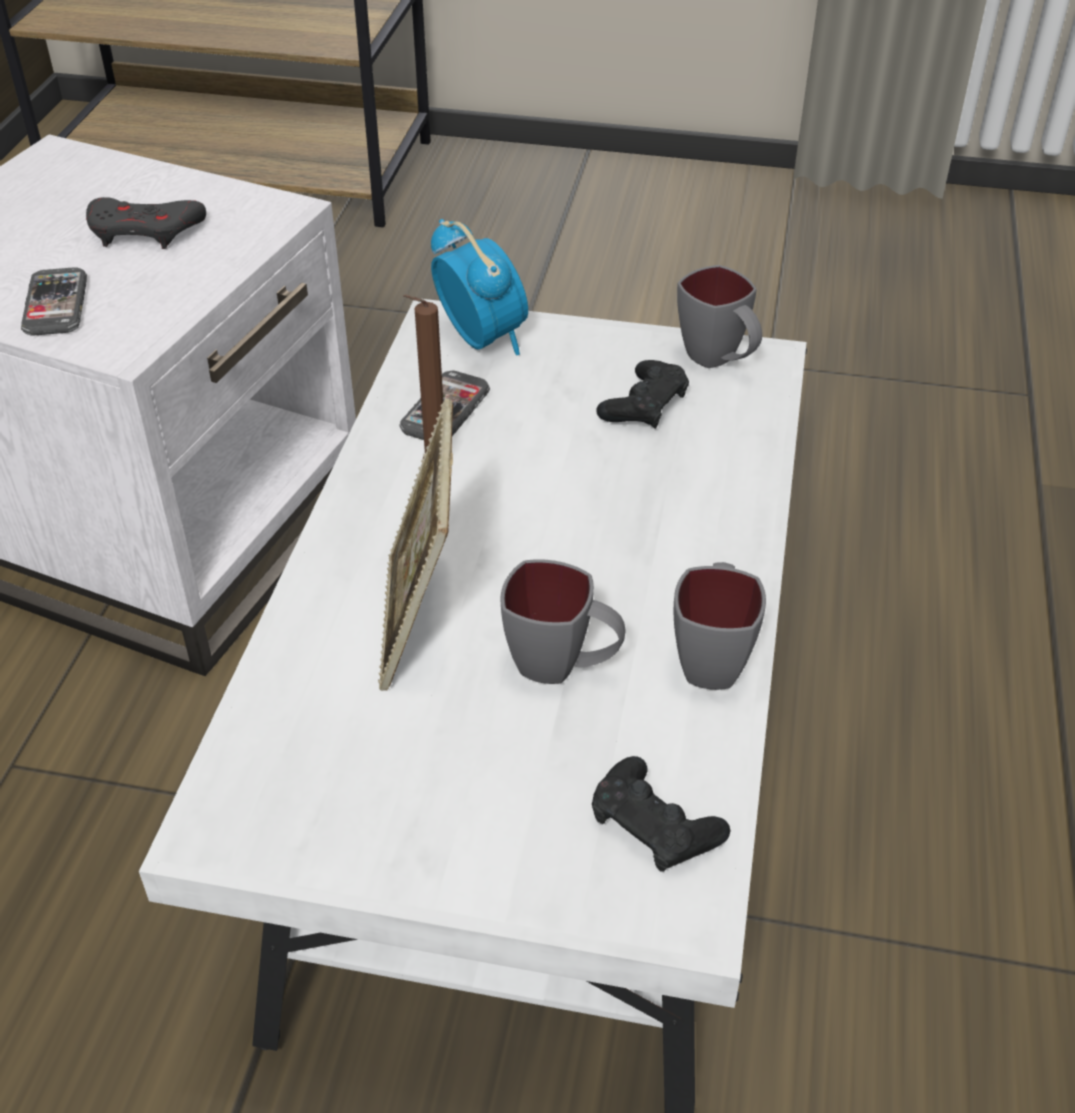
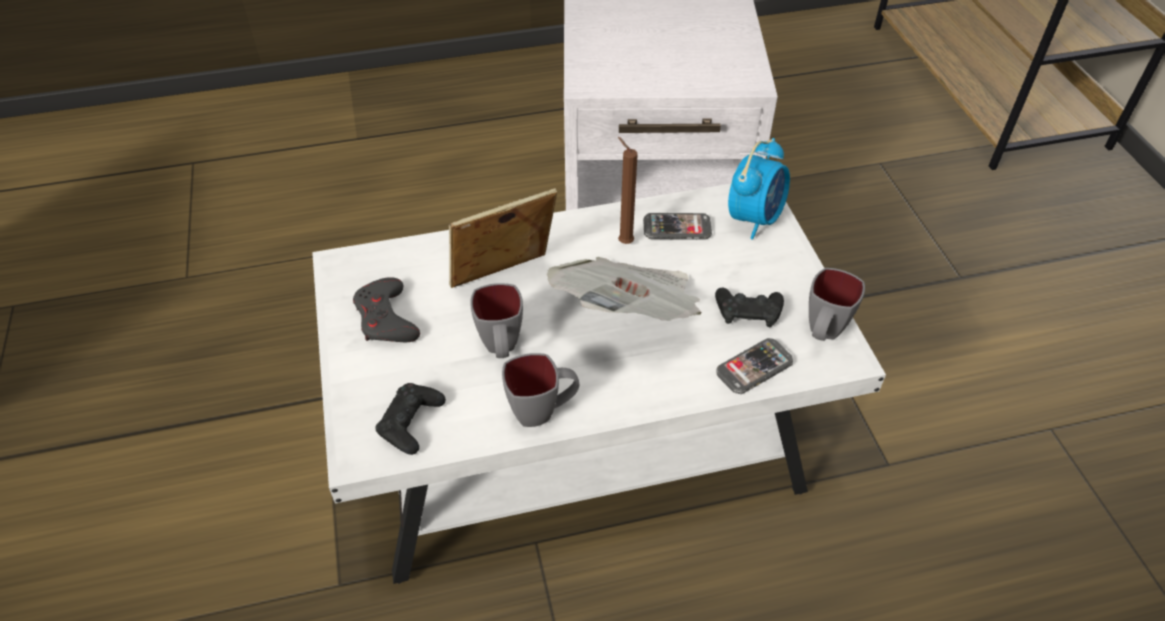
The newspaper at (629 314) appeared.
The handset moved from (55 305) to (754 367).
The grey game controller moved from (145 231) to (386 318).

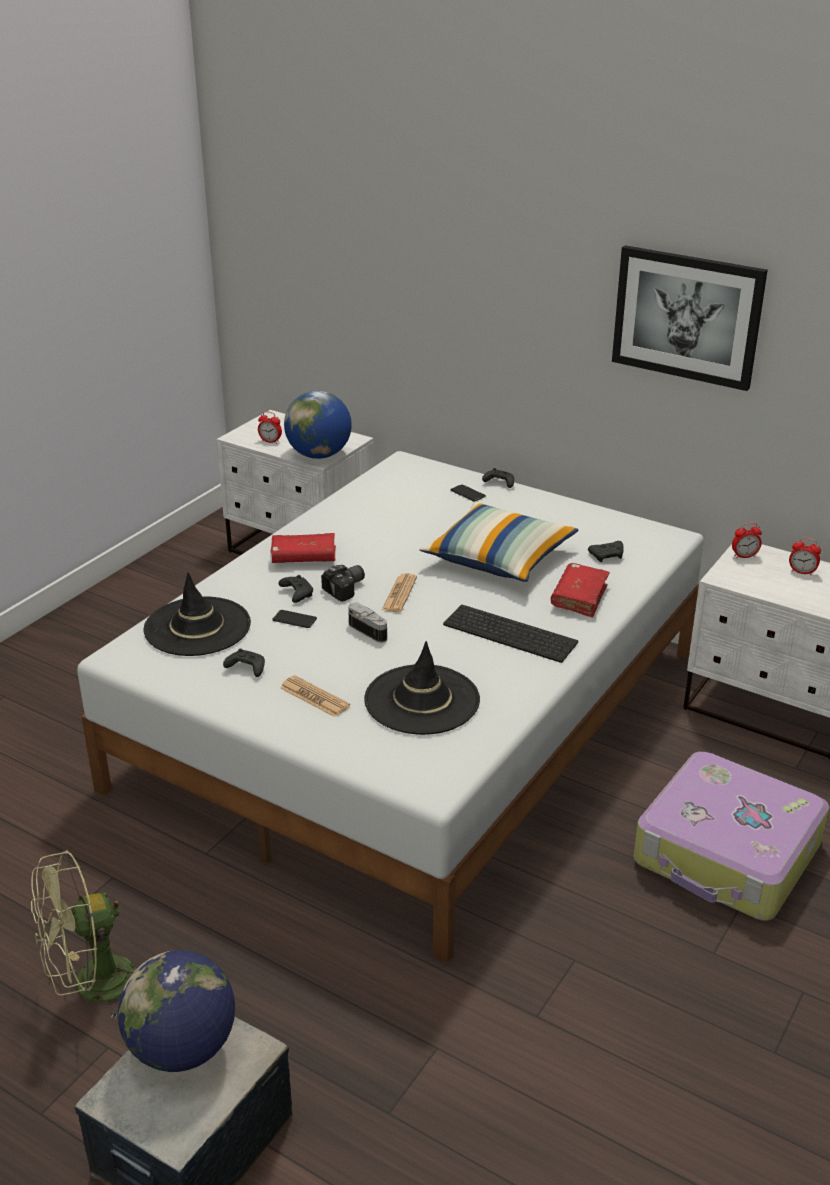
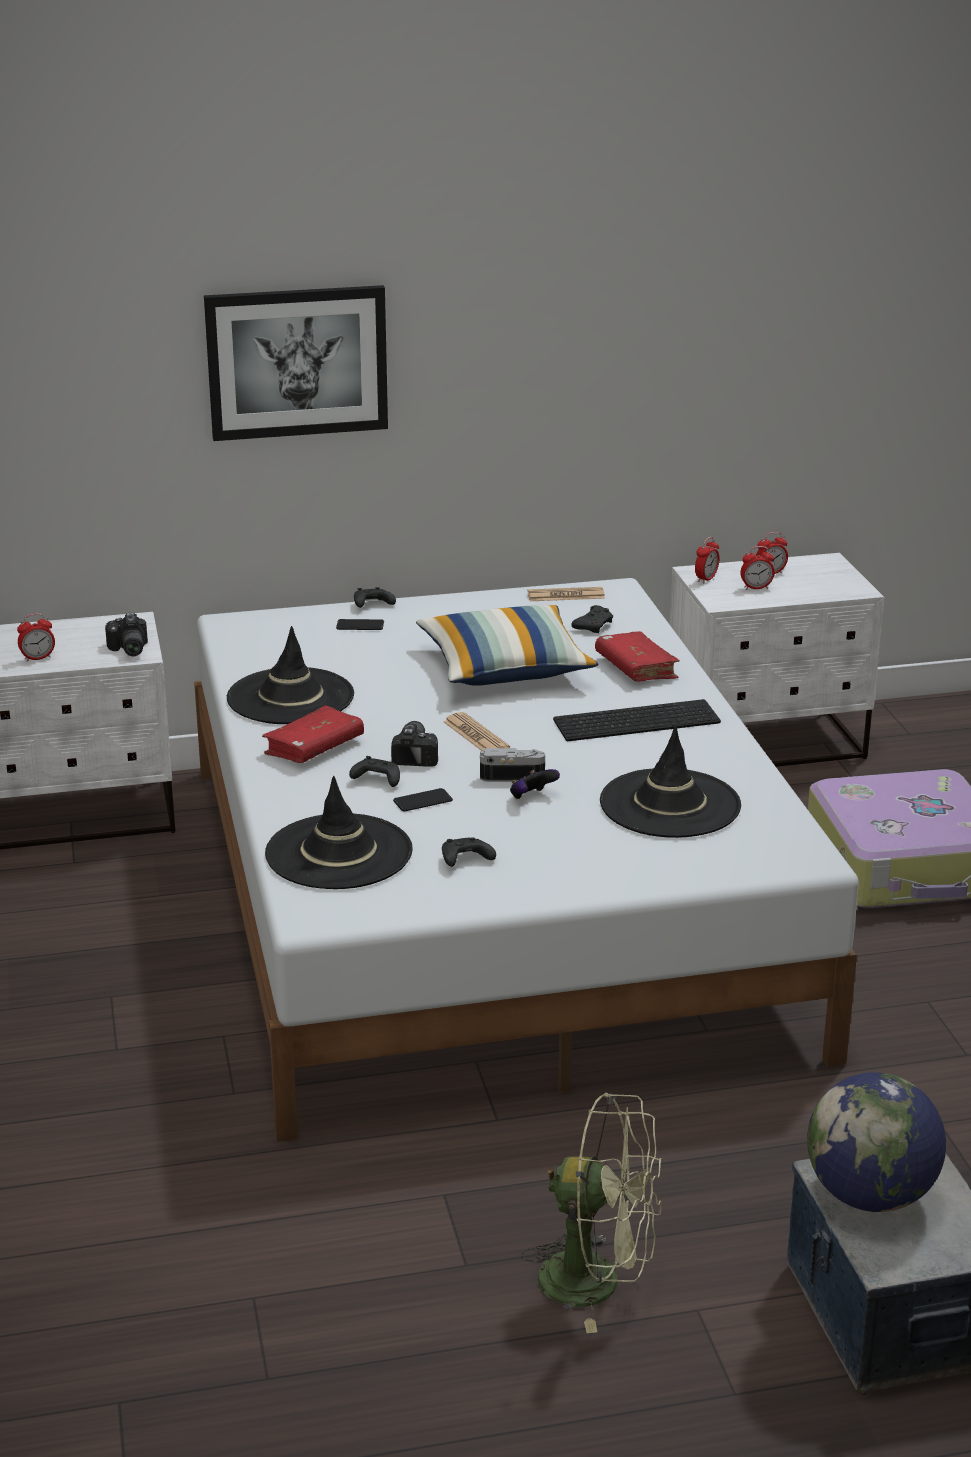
The blackish clothing hat at (290 697) appeared.
The game controller at (532 797) appeared.
The bedside clock at (756 588) appeared.
The newspaper moved from (314 697) to (565 595).
The wall picture moved from (687 316) to (297 362).
The desk globe at (319 455) was replaced by the photo camera at (127 649).
The greenish cooling fan at (92 988) turned 90 degrees counterclockwise.

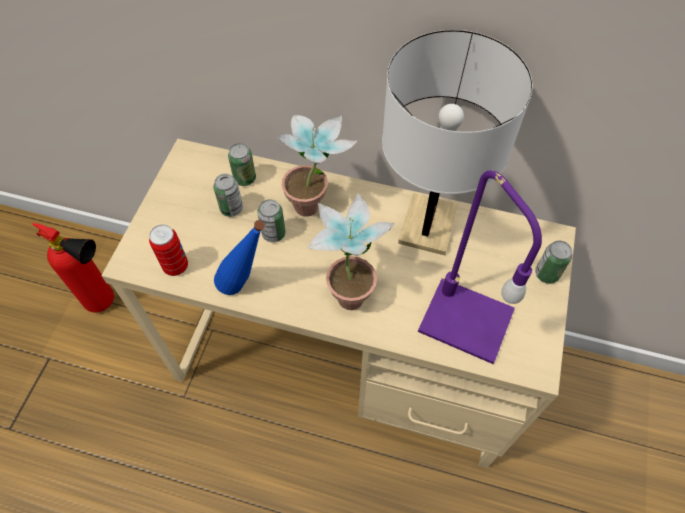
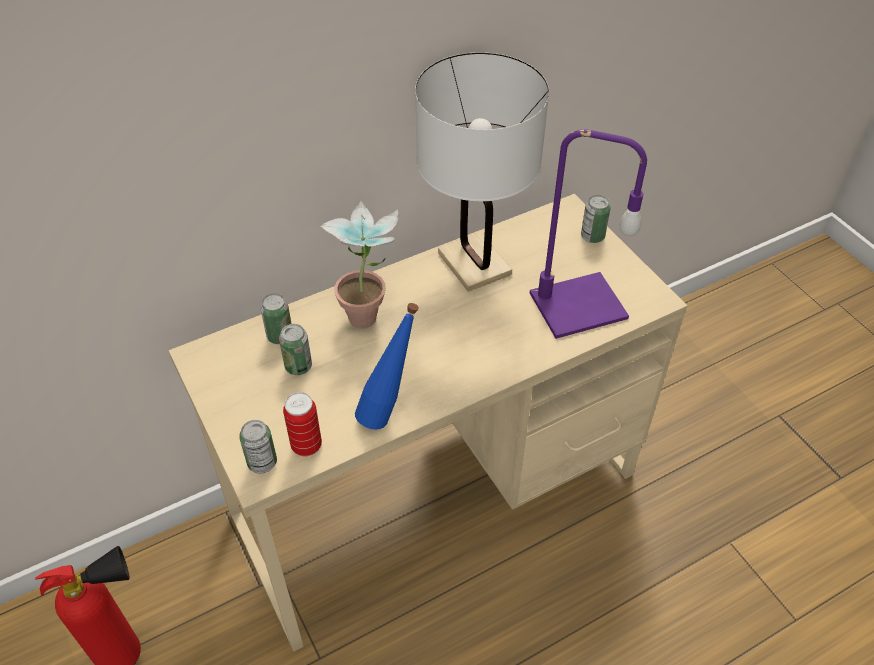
The houseplant at (349 289) disappeared.
The metal can moved from (273 234) to (262 462).

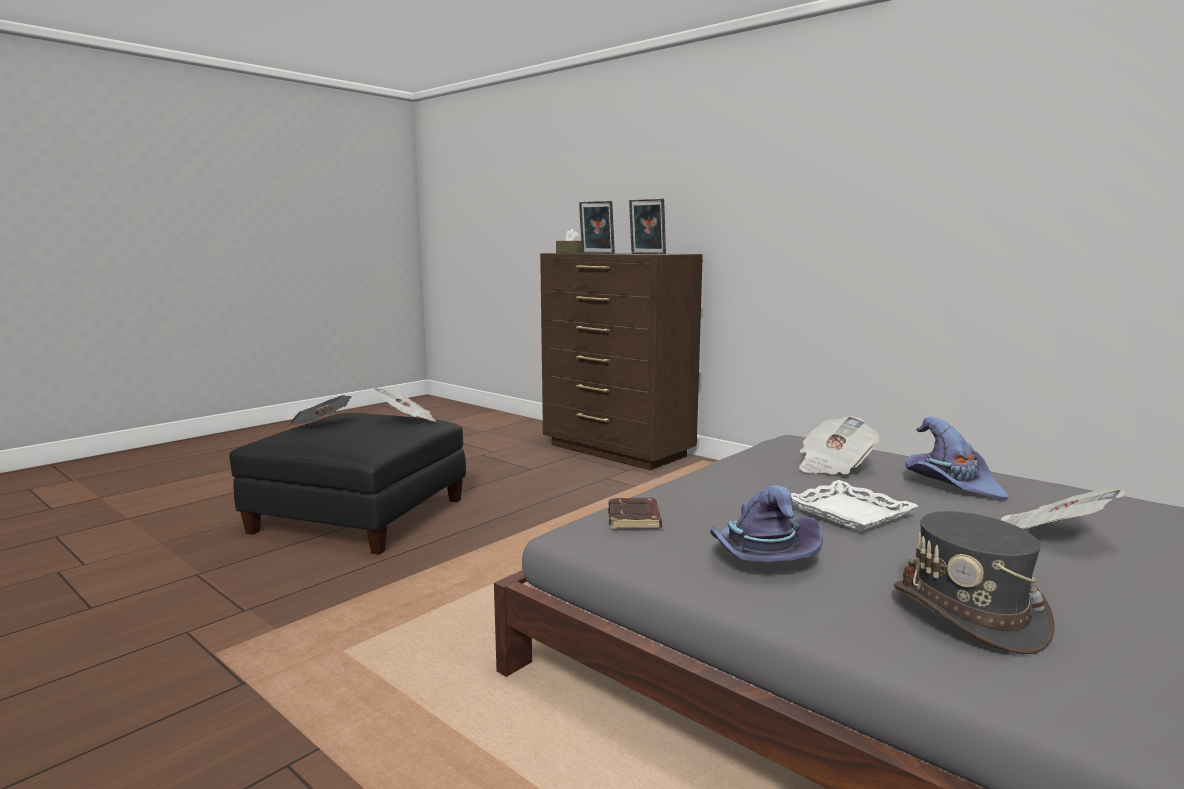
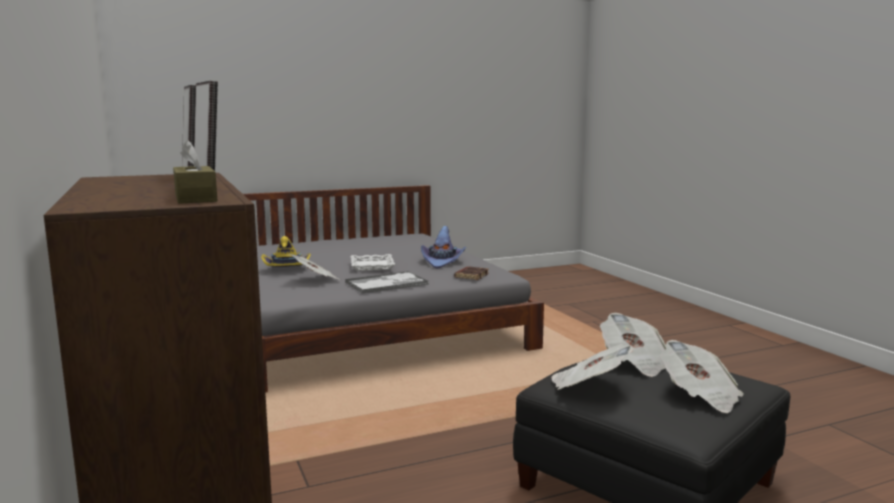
The grey clothing hat at (969 614) disappeared.
The carrying tray at (387 283) appeared.
The newspaper moved from (1052 535) to (635 363).
The purplish clothing hat at (951 485) became the yellowish clothing hat at (286 269).

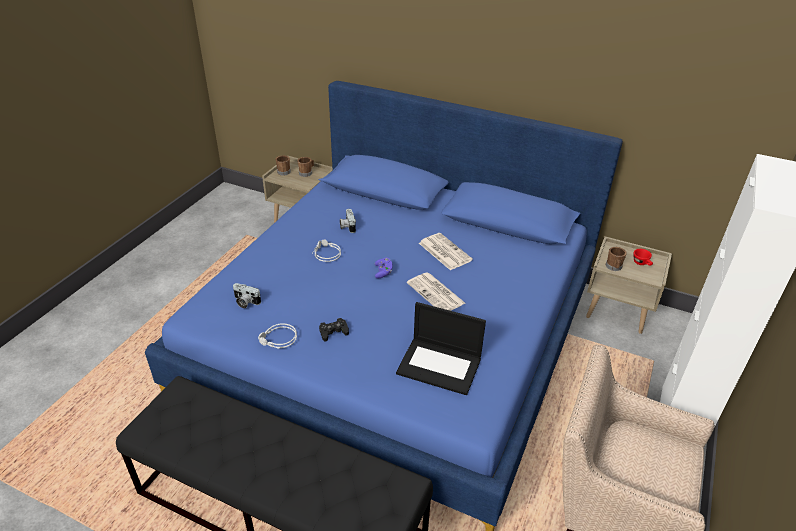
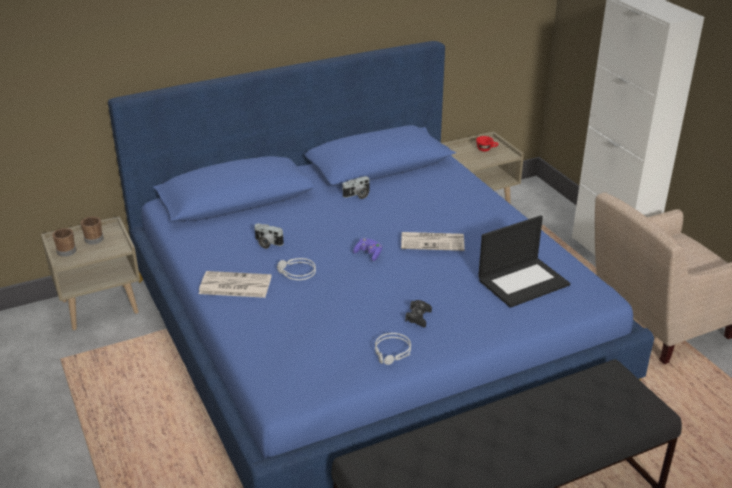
The brown-coloured tea mug at (613 267) disappeared.
The photo camera moved from (245 302) to (357 195).
The newspaper moved from (444 251) to (234 285).

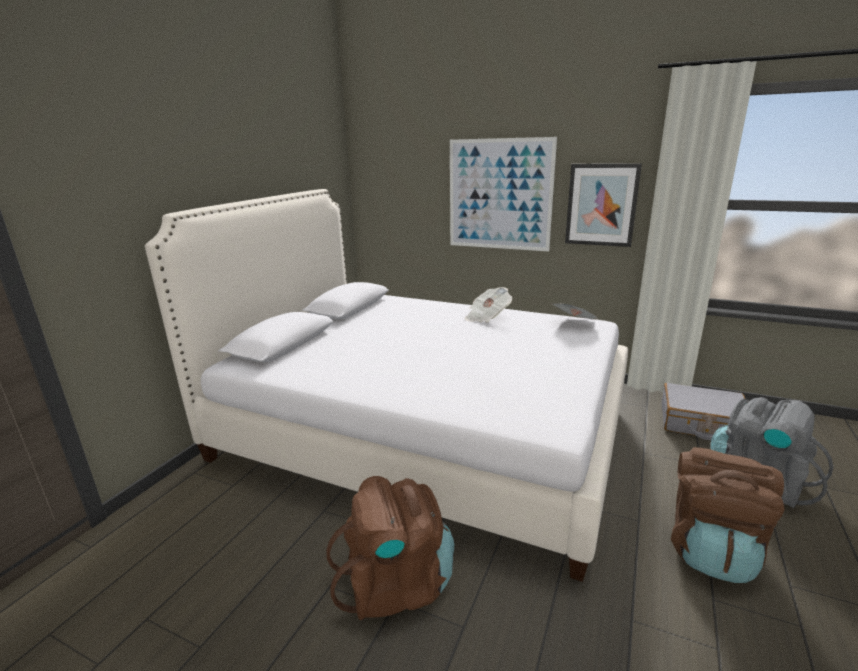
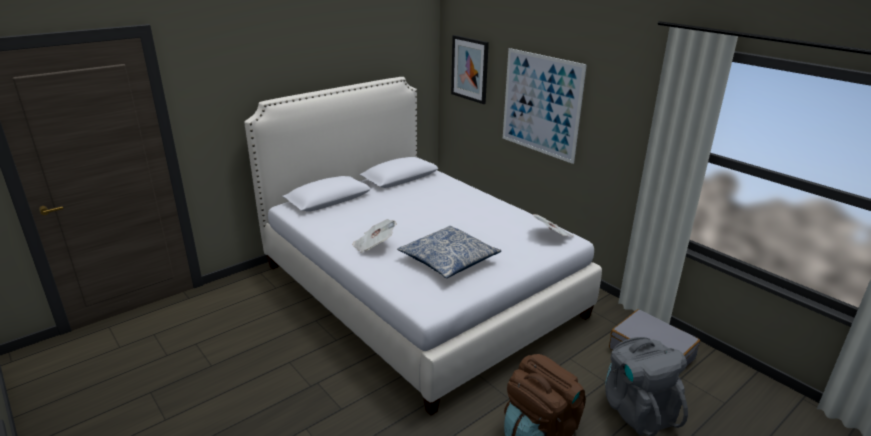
The brown-coloured backpack at (397 585) disappeared.
The throw pillow at (448 260) appeared.
The newspaper moved from (487 317) to (374 246).
The wall picture moved from (601 205) to (470 69).

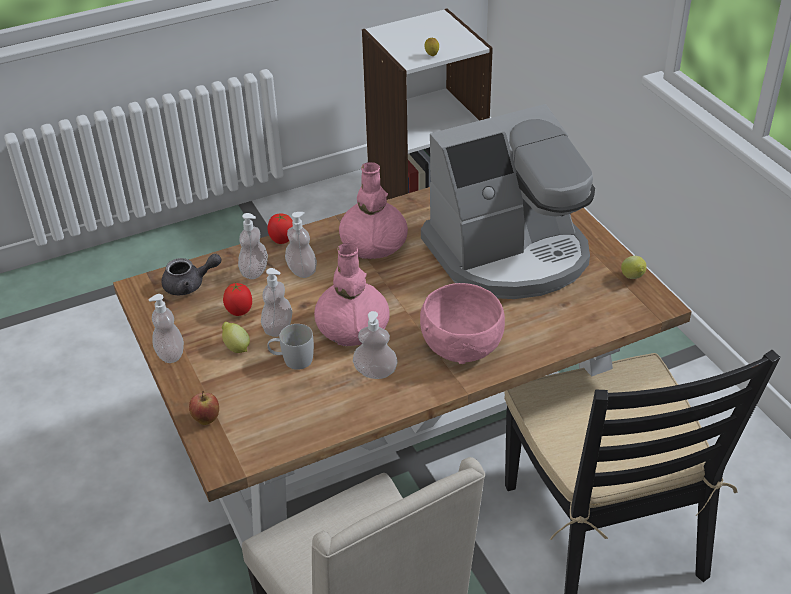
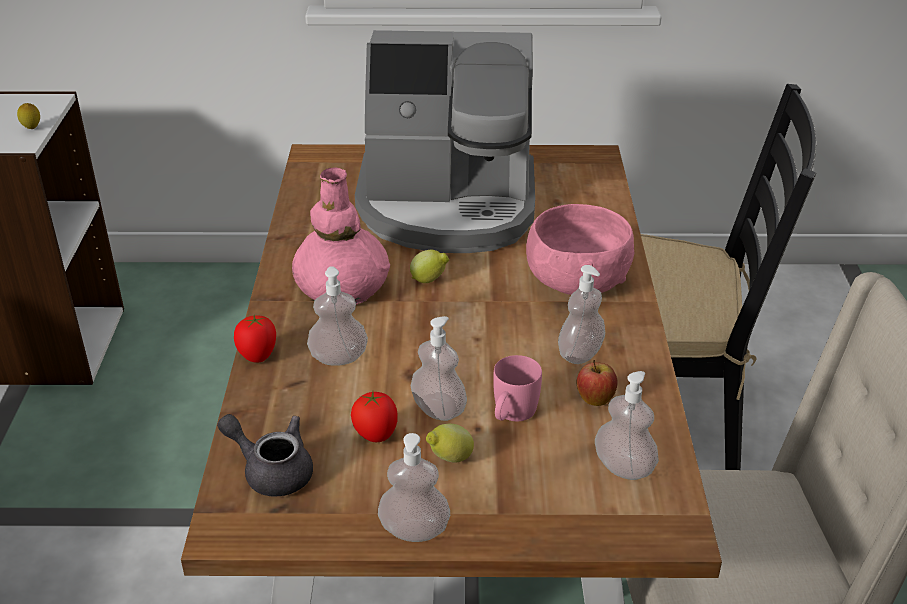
The pink-coloured decorative vase at (352 328) disappeared.
The whole apple moved from (206 419) to (595 401).
The soap bottle moved from (254 271) to (624 467).
The whole lemon moved from (633 278) to (429 280).
The white tea mug at (292 360) became the pink-coloured tea mug at (511 414).
The grey tea pot at (190 285) turned 75 degrees counterclockwise.
The coffee maker at (509 254) turned 90 degrees clockwise.

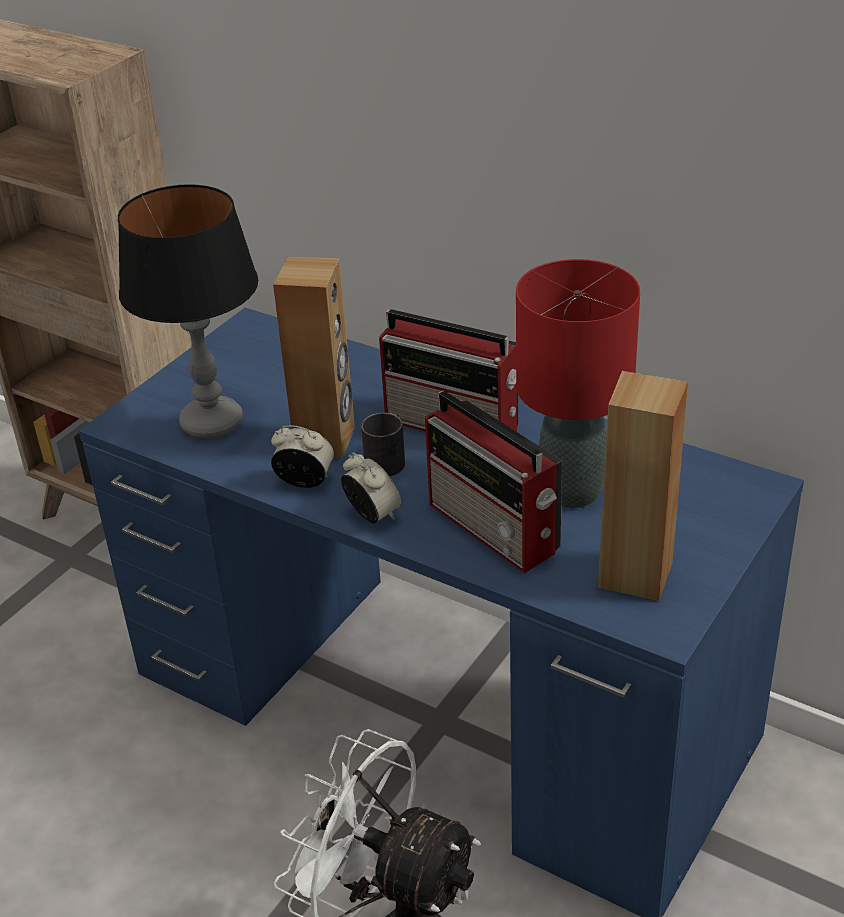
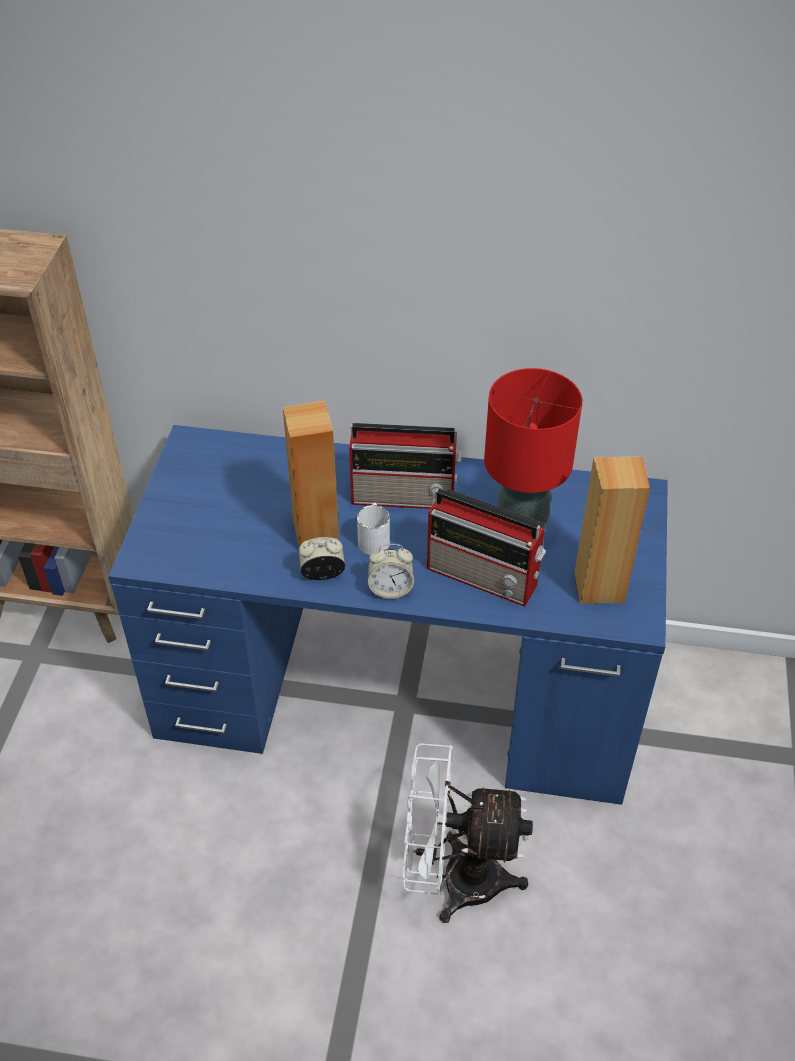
The table lamp at (211 423) disappeared.
The blackish tea mug at (388 459) became the white tea mug at (374 537).
The bedside clock at (372 515) turned 150 degrees clockwise.

